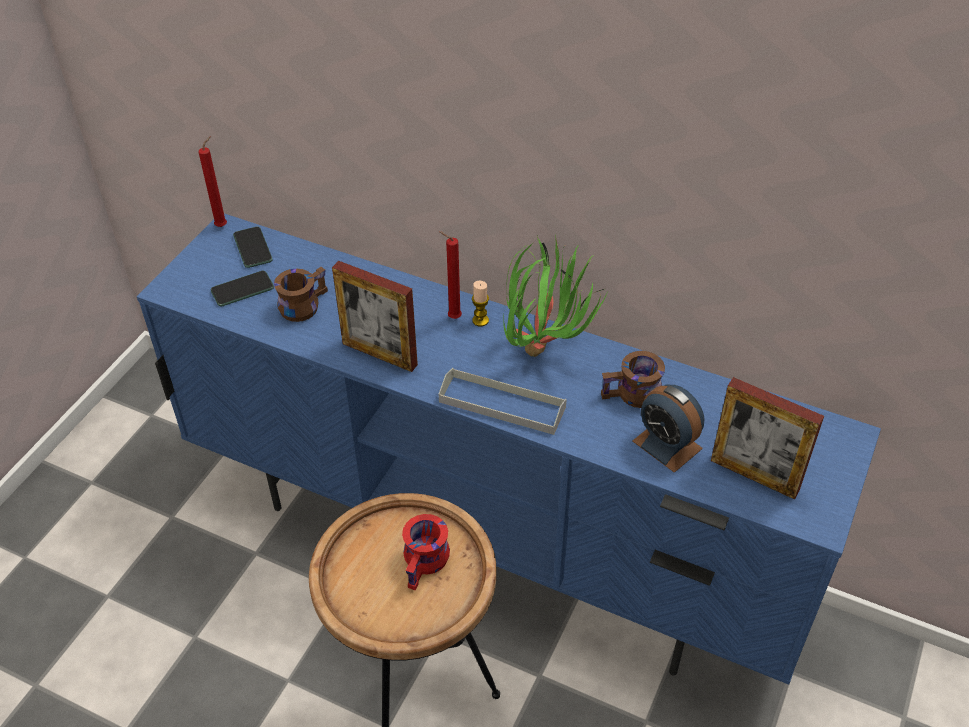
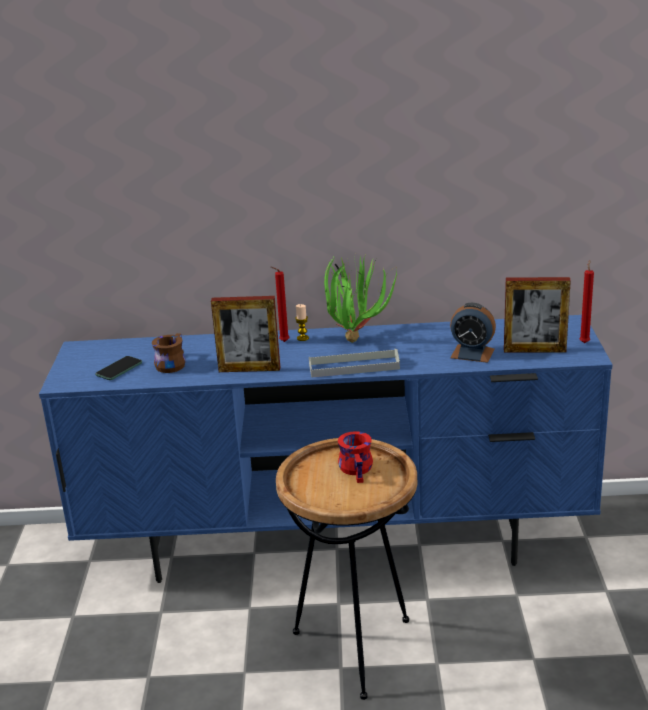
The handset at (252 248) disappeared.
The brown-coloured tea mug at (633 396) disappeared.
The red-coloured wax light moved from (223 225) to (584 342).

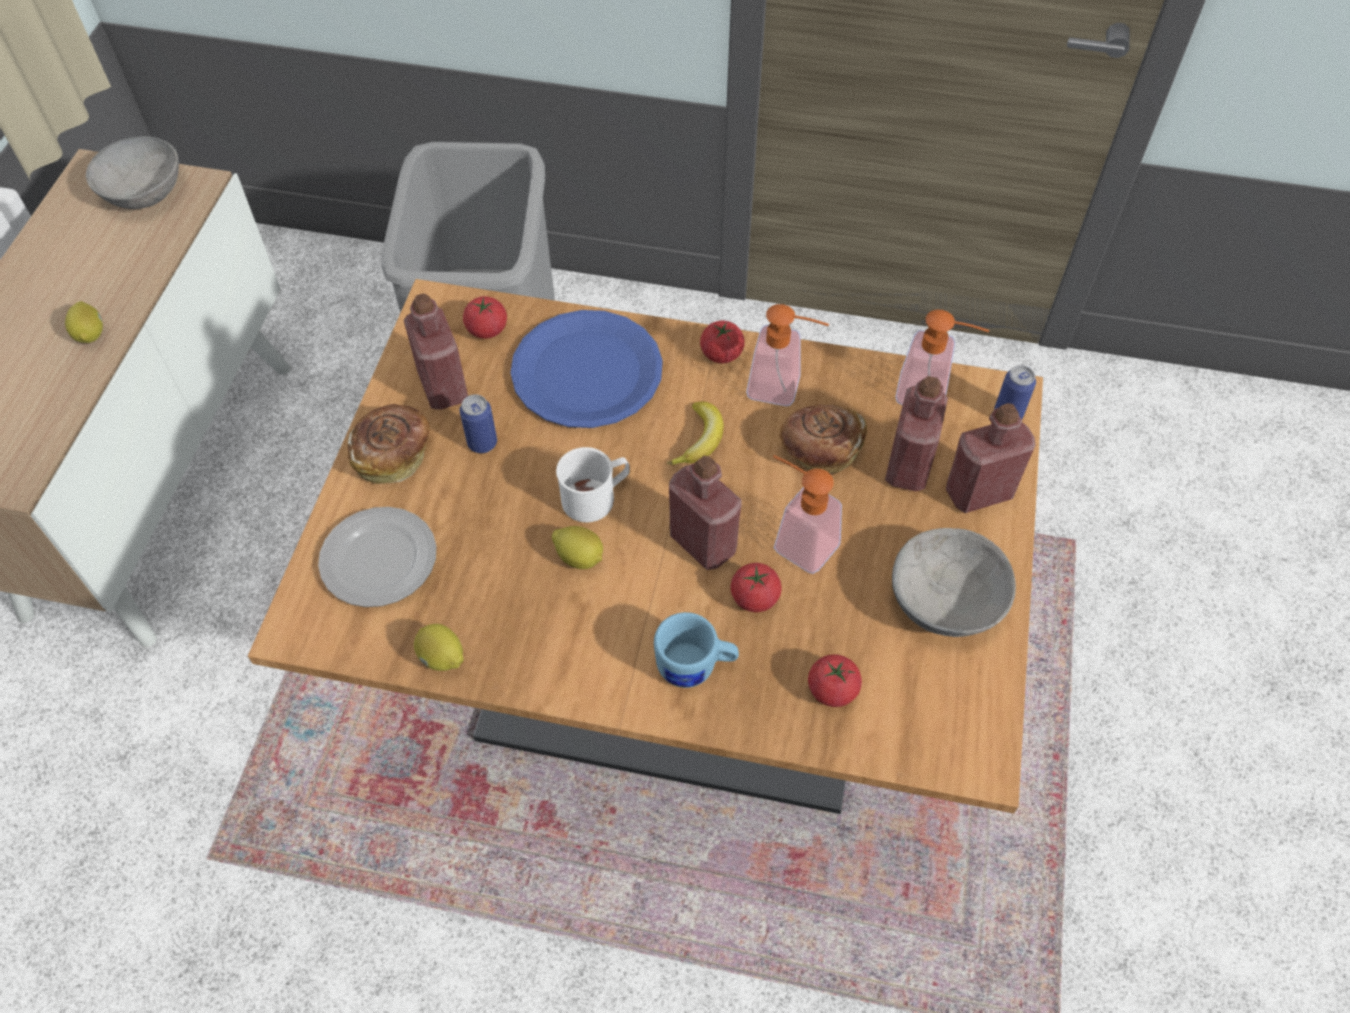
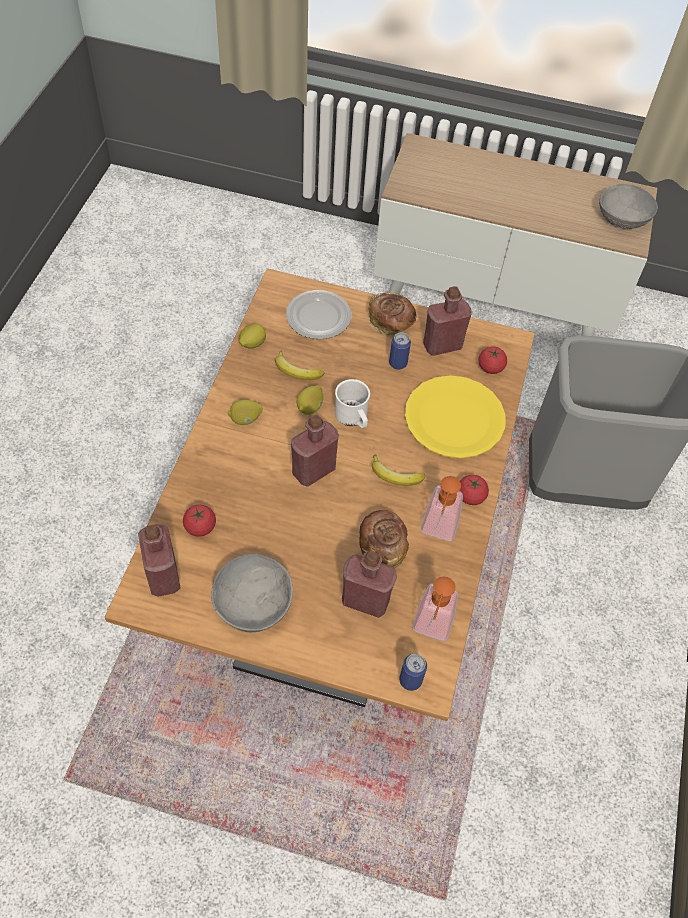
The bluish tea mug at (695 667) disappeared.
The whole tomato at (754 597) disappeared.
The soap bottle at (796 541) disappeared.
The banana at (296 371) appeared.
The whole lemon moved from (91 334) to (245 419).
The red-coloured bottle moved from (978 492) to (163 576).
The bluish flat dish at (586 372) became the yellowish flat dish at (454 418).

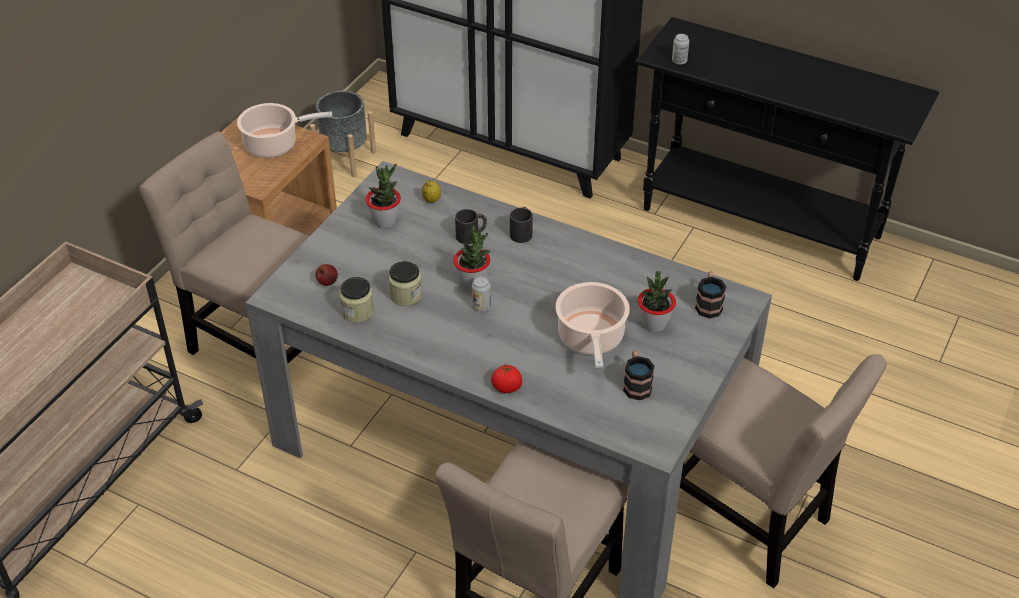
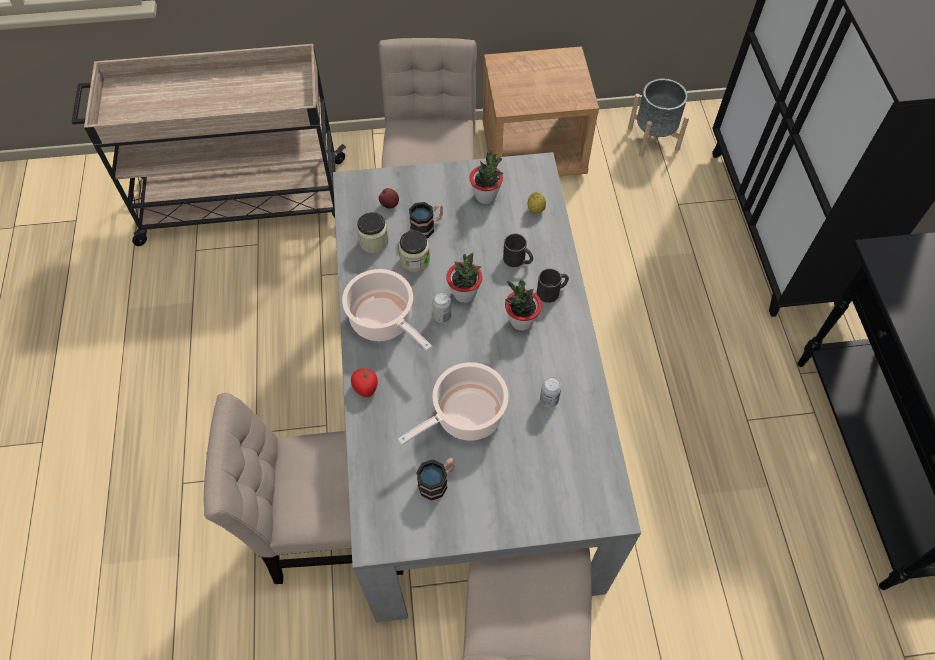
The cooking pot moved from (274 144) to (384 321).
The houseplant moved from (654 324) to (521 321).
The metal can moved from (679 61) to (549 400).
The tea mug moved from (708 304) to (427 227).

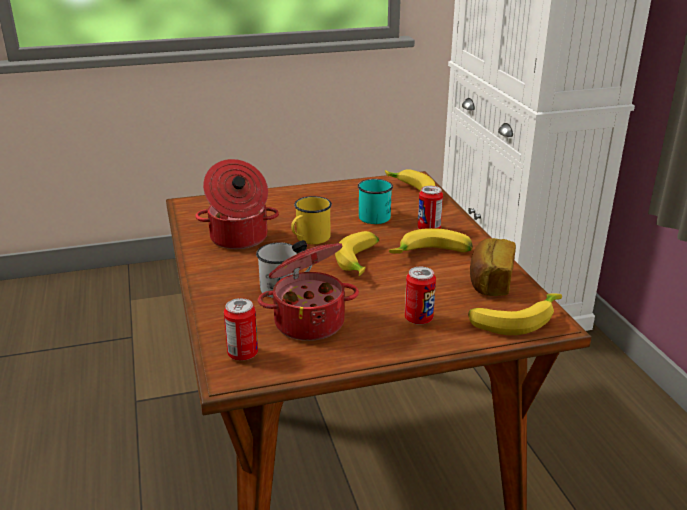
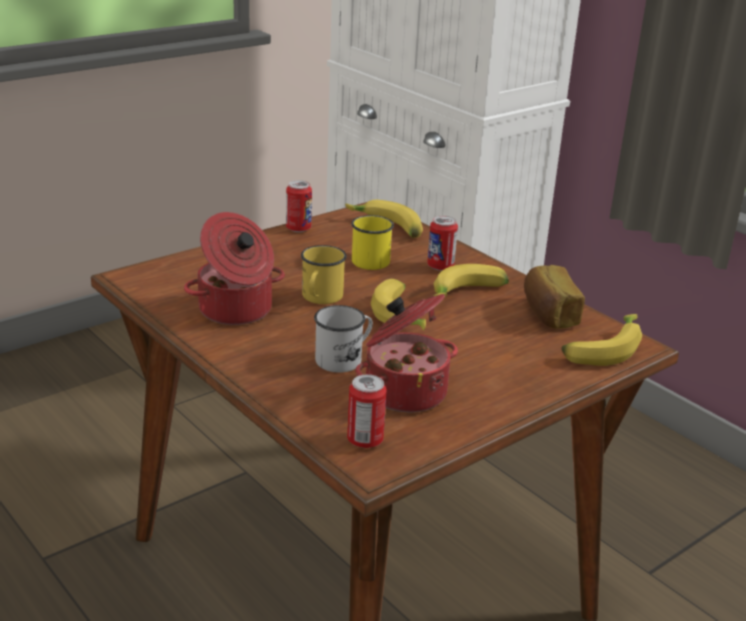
The metal can moved from (418 319) to (298 228).
The blue-green tea mug at (374 215) became the yellowish tea mug at (368 259).

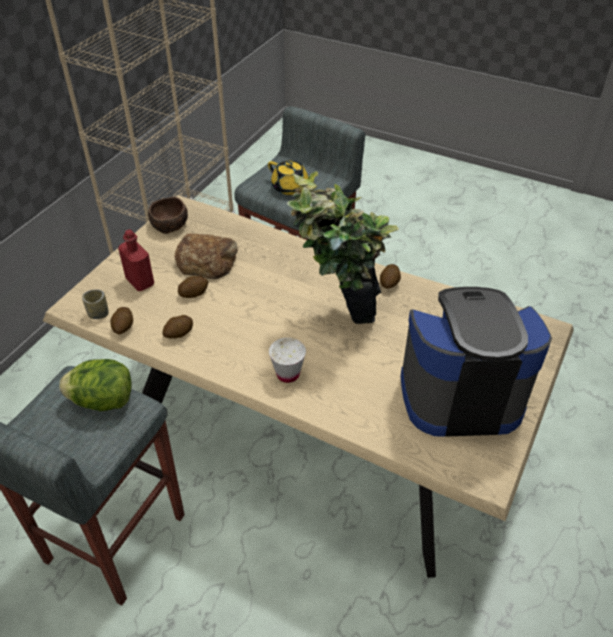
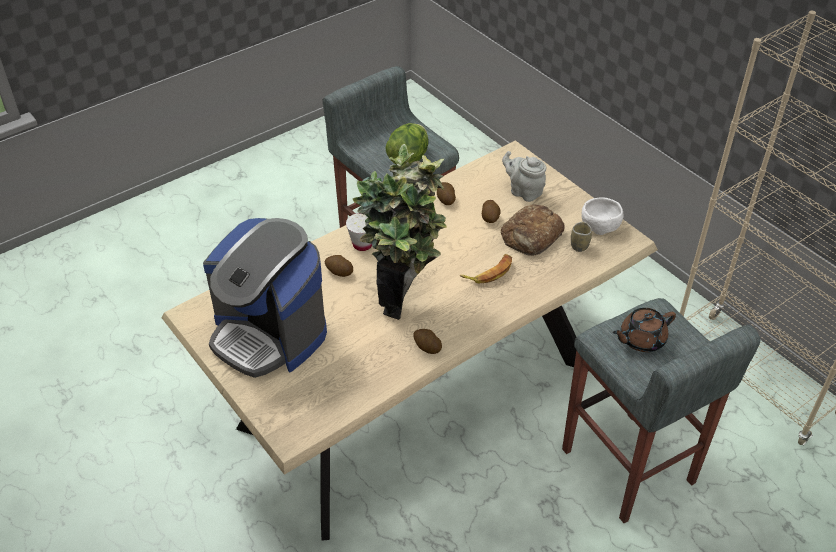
The banana at (489 272) appeared.
The small cup moved from (98 314) to (579 246).
The potato moved from (123 327) to (339 272).
The red-coloured bottle at (140 282) was replaced by the grey tea pot at (524 191).
The brown-coloured serving bowl at (169 226) became the white serving bowl at (599 224).
The yellowish tea pot at (290 188) became the brown-coloured tea pot at (641 339).
The coffee maker at (460 395) turned 105 degrees clockwise.

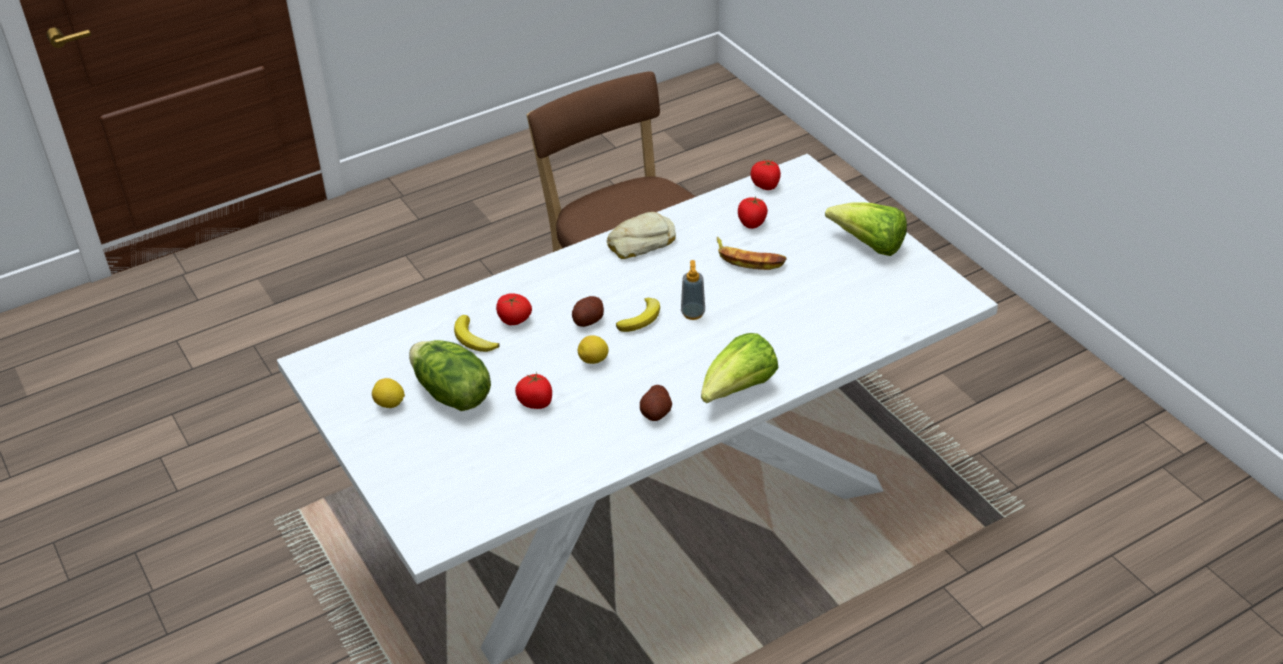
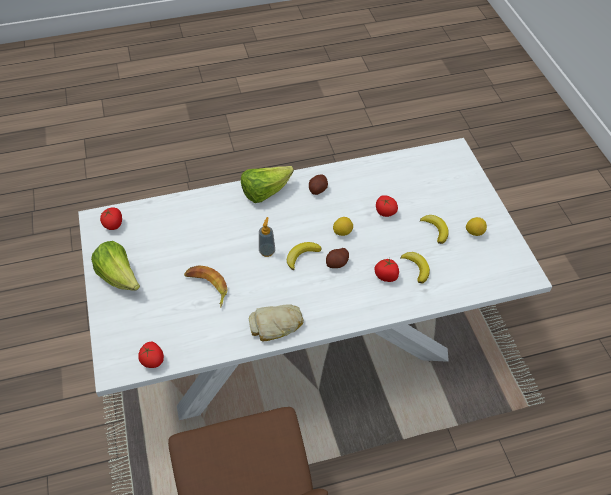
The whole tomato moved from (751 223) to (113 225).
The lettuce head at (451 395) was replaced by the banana at (435 229).

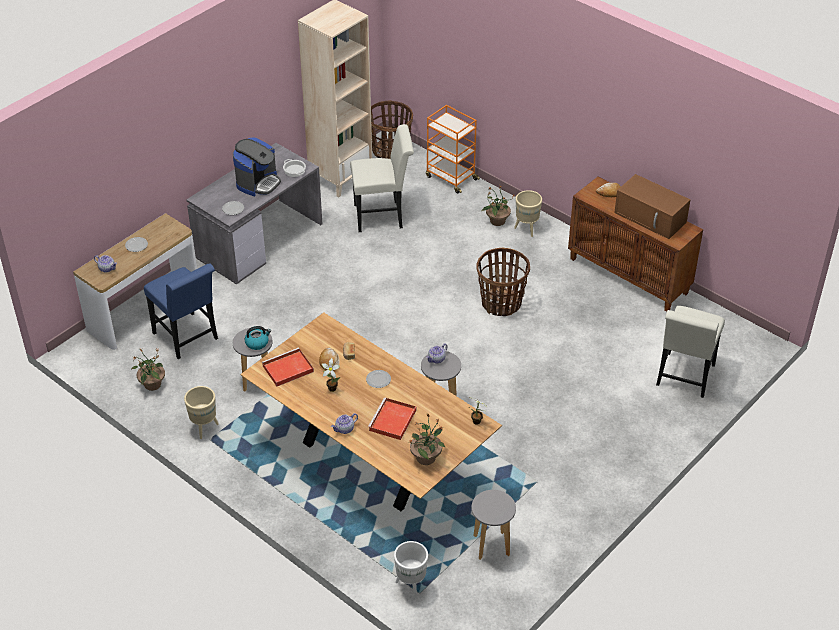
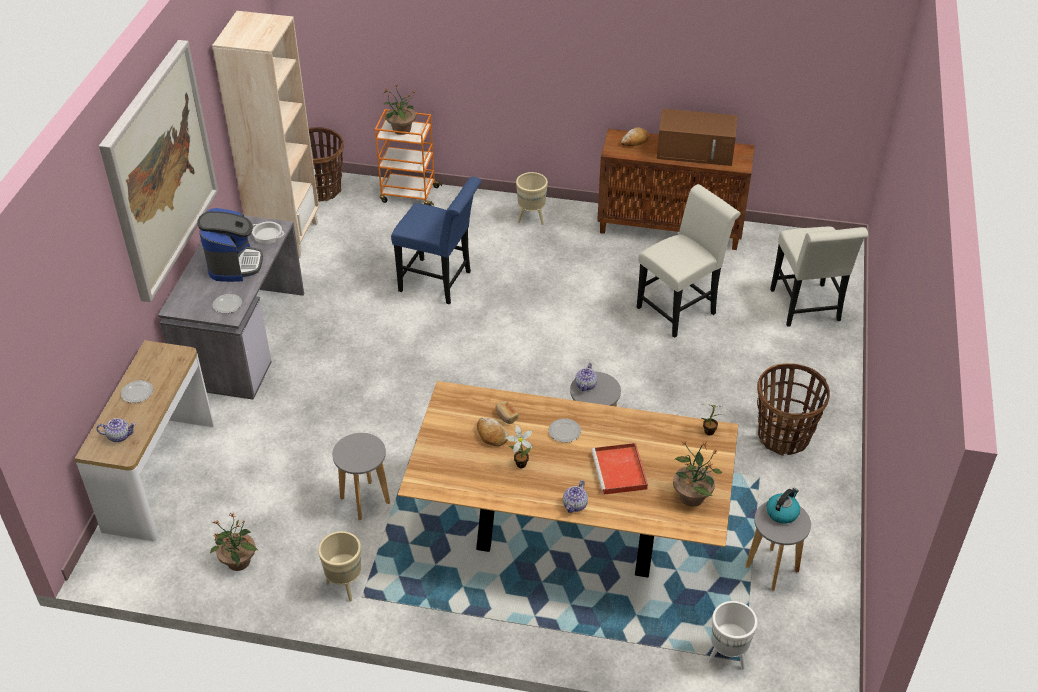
The red-coloured carrying tray at (287 369) disappeared.
The wall picture at (159 170) appeared.
The bluish plain chair moved from (188 338) to (440 282).
The kettle moved from (257 343) to (782 512).
The white plain chair moved from (382 216) to (680 308).
The household basket moved from (501 303) to (784 436).
The houseplant moved from (497 221) to (401 130).

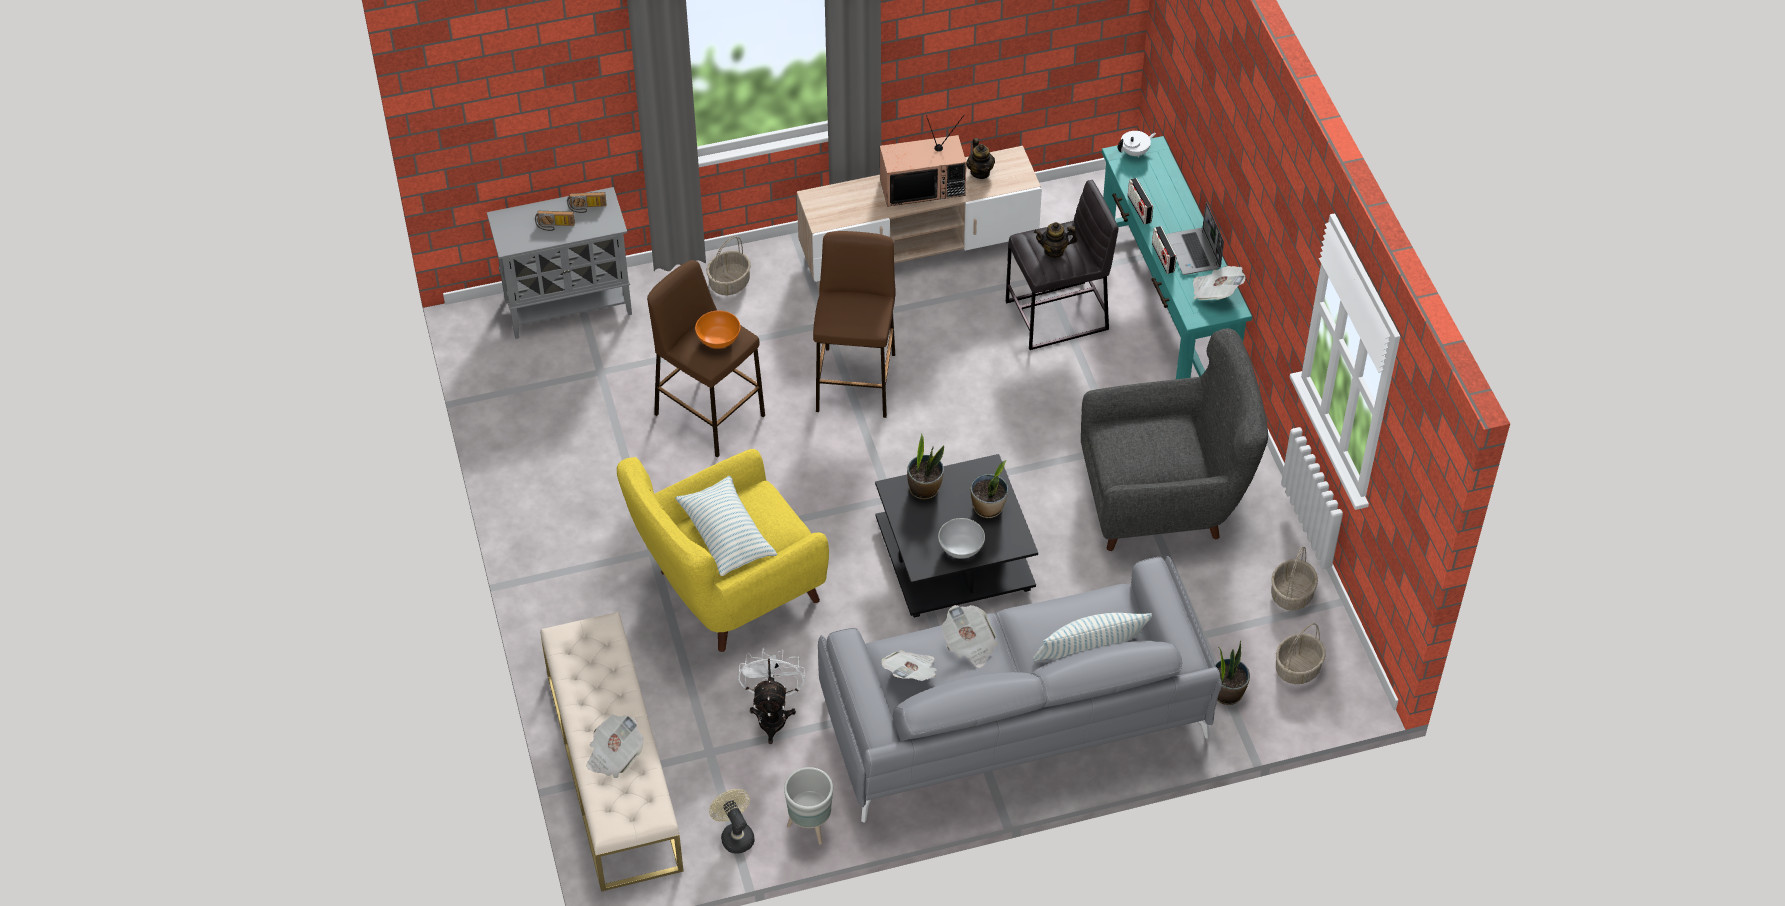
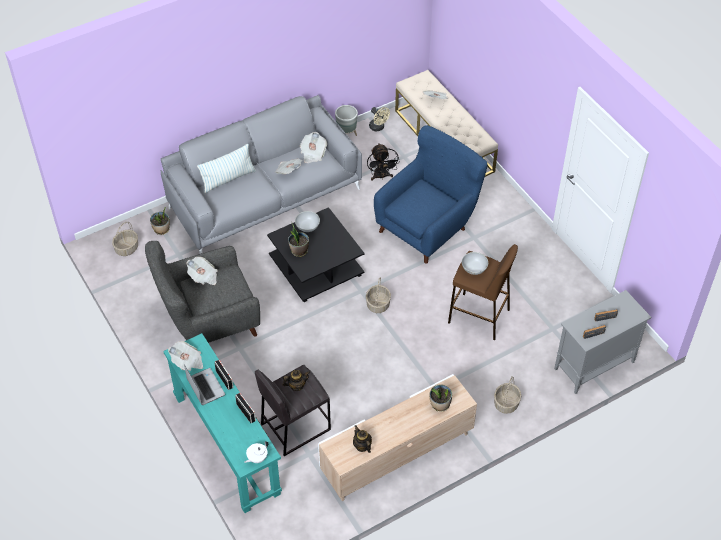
The throw pillow at (726 535) disappeared.
The brown-coloured stool seat at (856 381) disappeared.
The TV set at (923 186) disappeared.
The newspaper at (203 277) appeared.
The houseplant moved from (924 489) to (440 405).
The household basket moved from (1292 595) to (378 304).
The yellowish lounge chair at (728 589) became the bluish lounge chair at (427 227).
The orangey serving bowl at (718 340) became the white serving bowl at (474 269).
The white cooling fan at (772 714) became the blackish cooling fan at (381 177).

